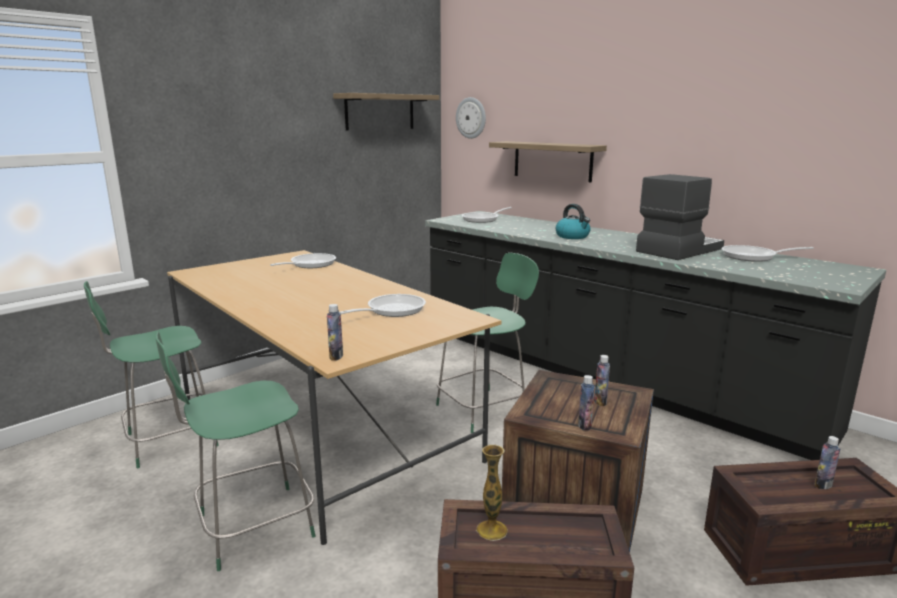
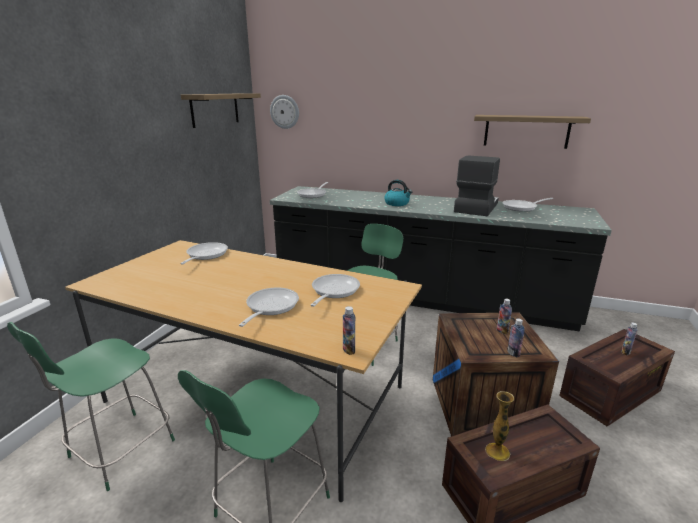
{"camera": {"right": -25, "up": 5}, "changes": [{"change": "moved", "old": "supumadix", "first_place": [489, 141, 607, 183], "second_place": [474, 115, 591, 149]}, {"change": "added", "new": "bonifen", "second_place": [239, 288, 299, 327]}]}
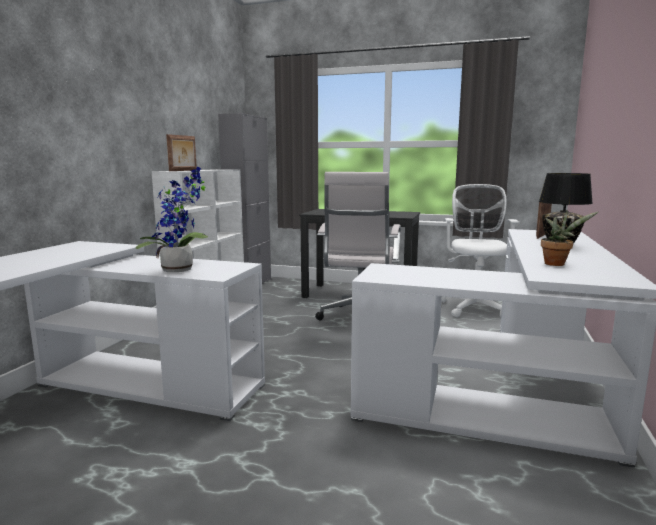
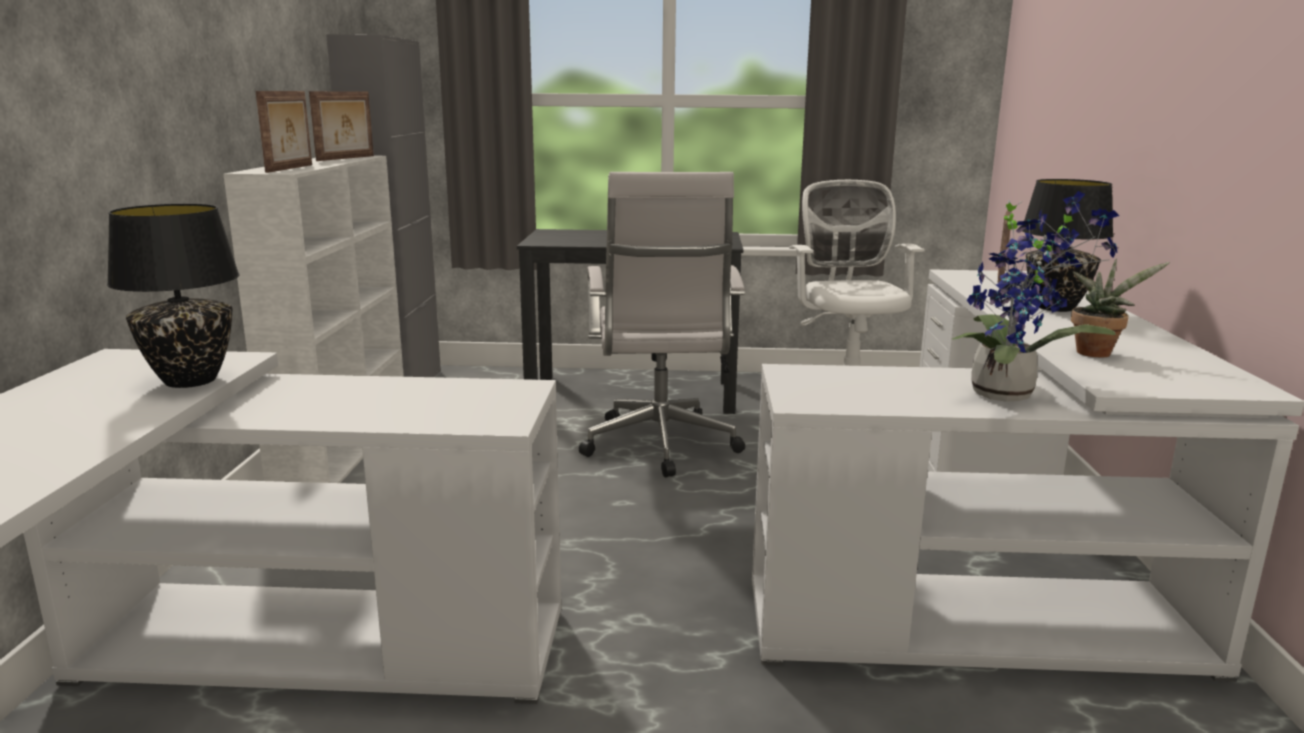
{"camera": {"right": -15, "up": 5}, "changes": [{"change": "moved", "old": "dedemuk", "first_place": [135, 167, 208, 272], "second_place": [952, 191, 1119, 402]}, {"change": "added", "new": "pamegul", "second_place": [309, 91, 374, 161]}, {"change": "added", "new": "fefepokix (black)", "second_place": [107, 204, 239, 388]}]}
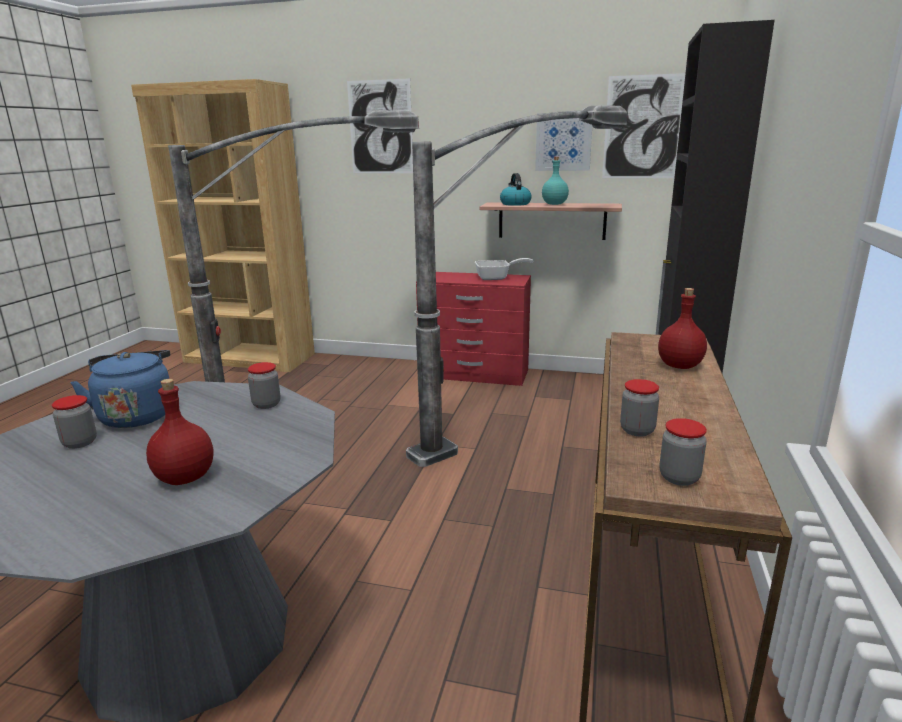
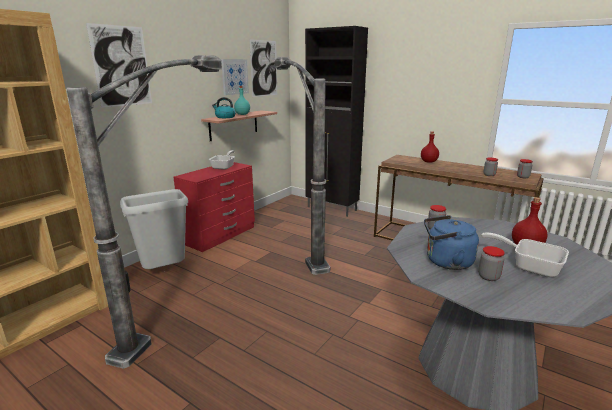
{"camera": {"right": -70, "up": 0}, "changes": [{"change": "added", "new": "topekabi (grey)", "second_place": [120, 189, 188, 269]}, {"change": "added", "new": "bonifen", "second_place": [481, 233, 569, 277]}]}
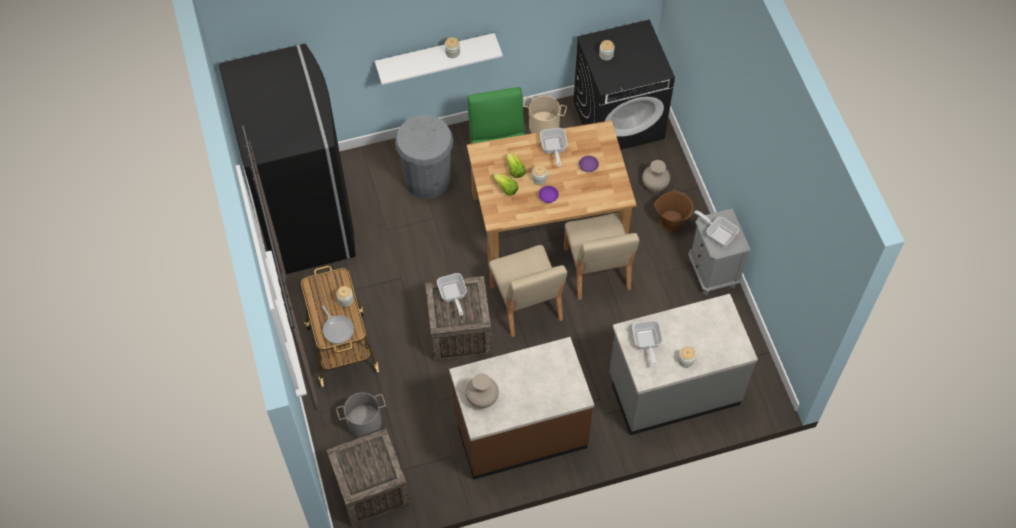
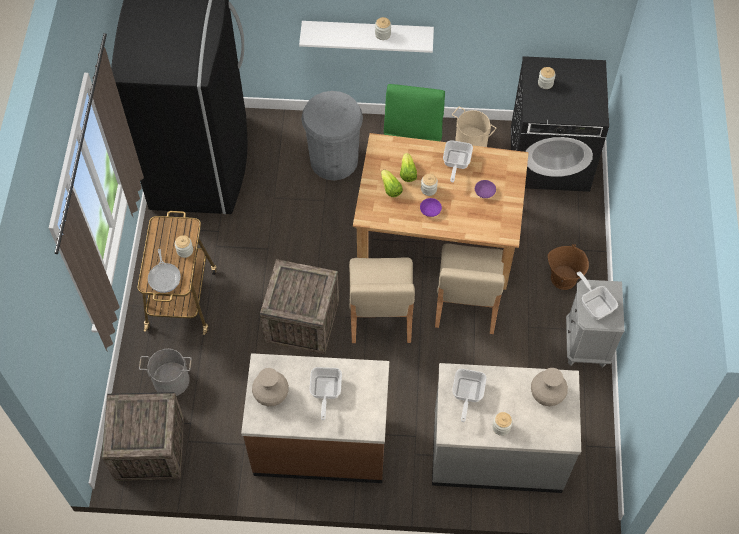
{"camera": {"right": 20, "up": 0}, "changes": [{"change": "moved", "old": "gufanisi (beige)", "first_place": [642, 160, 670, 192], "second_place": [531, 368, 568, 406]}, {"change": "moved", "old": "bonifen", "first_place": [437, 273, 467, 316], "second_place": [309, 367, 342, 420]}]}
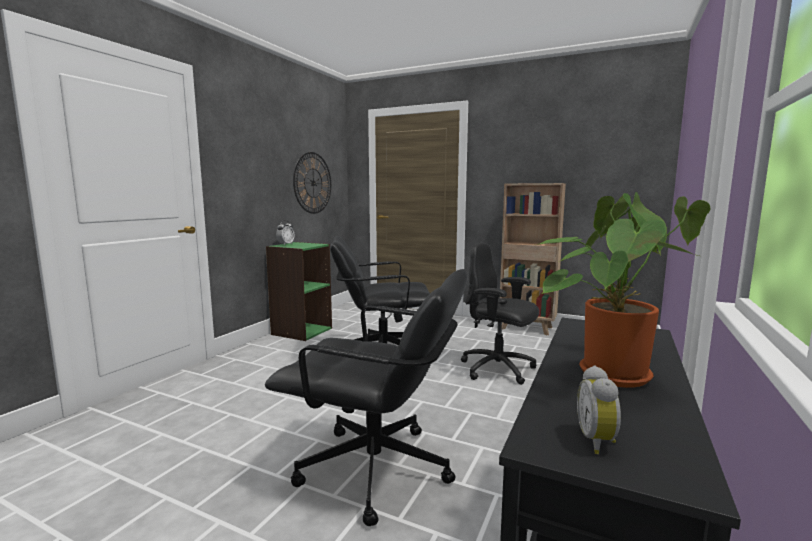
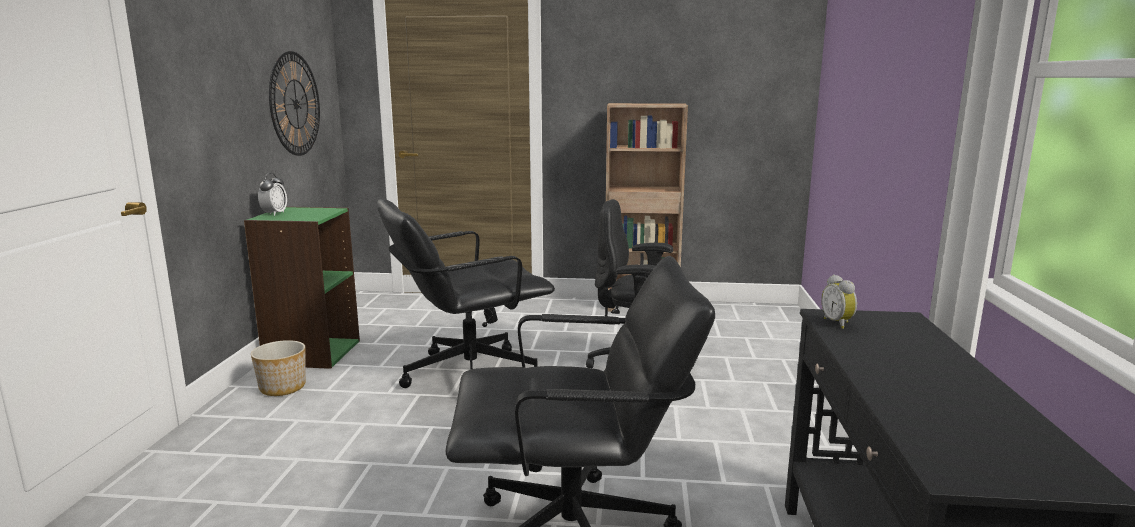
{"camera": {"right": -20, "up": 5}, "changes": [{"change": "removed", "old": "dedemuk", "first_place": [535, 192, 710, 388]}, {"change": "moved", "old": "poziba", "first_place": [577, 365, 621, 454], "second_place": [821, 274, 857, 329]}, {"change": "added", "new": "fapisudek", "second_place": [251, 340, 306, 396]}]}
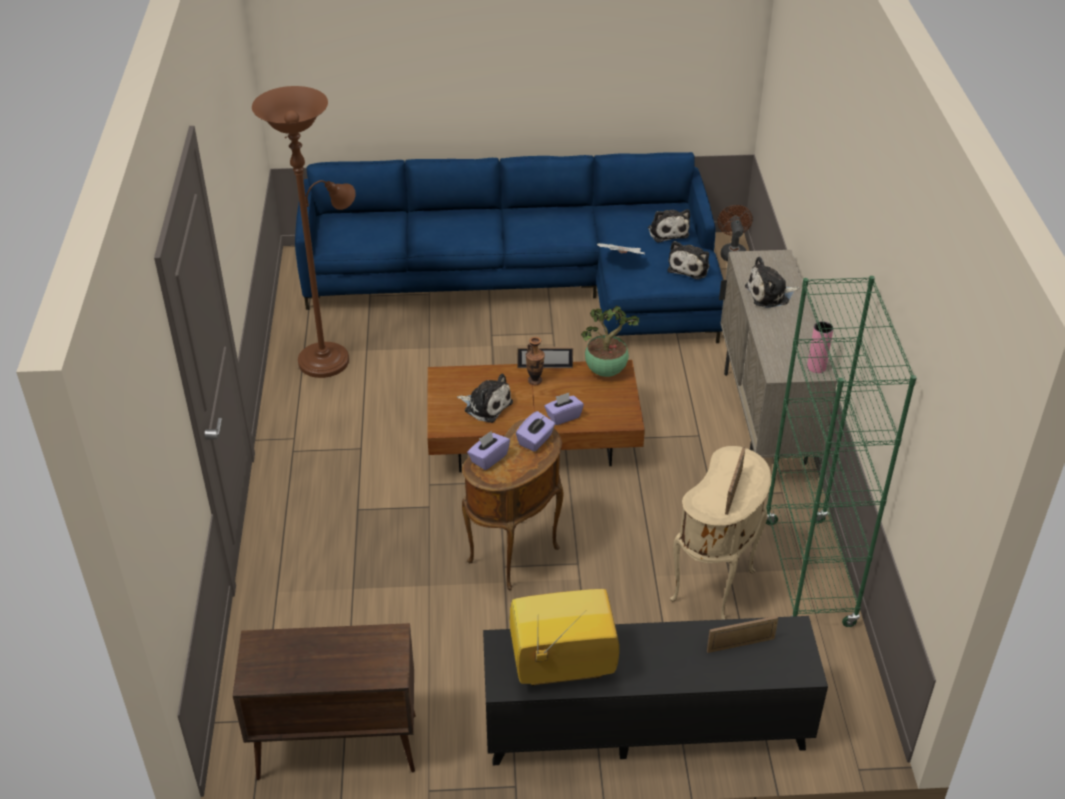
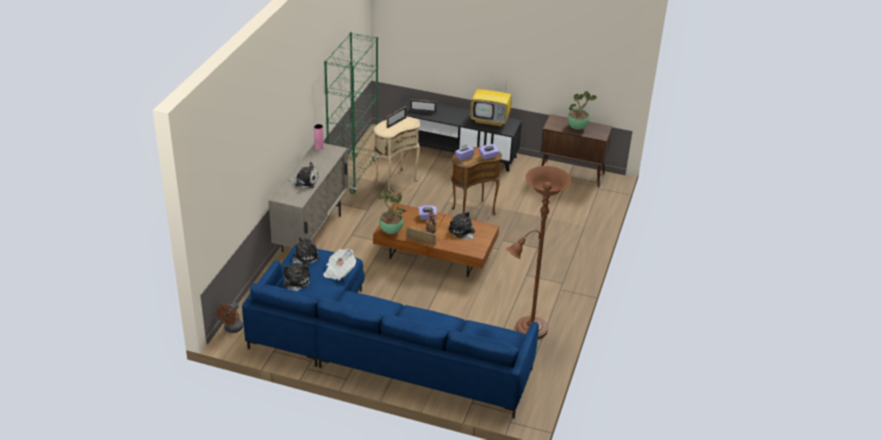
{"camera": {"right": -160, "up": -5}, "changes": [{"change": "added", "new": "dedemuk", "second_place": [567, 91, 597, 130]}]}
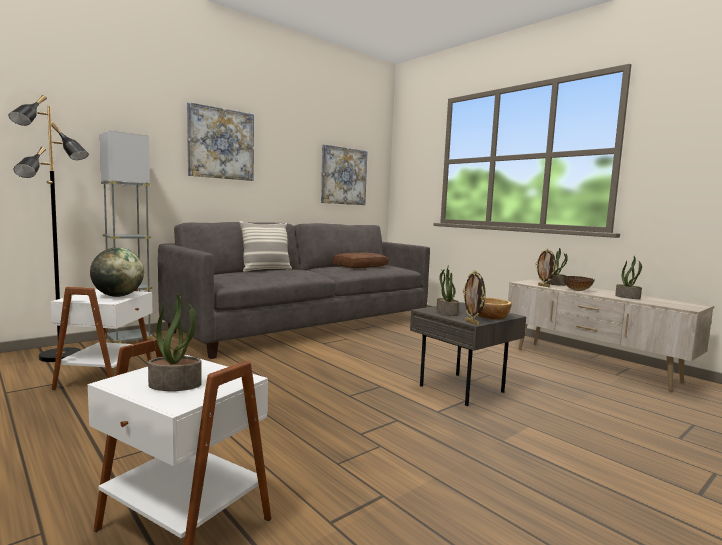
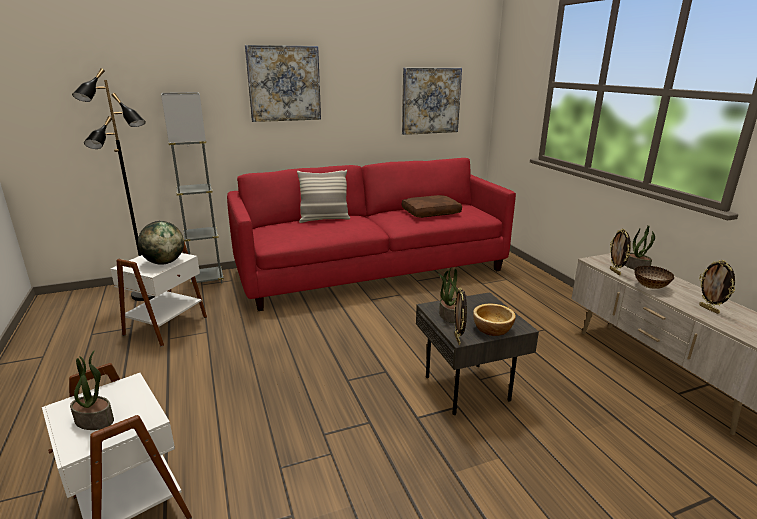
{"camera": {"right": 20, "up": 15}, "changes": [{"change": "recoloured", "old": "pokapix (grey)", "new": "pokapix (red)", "first_place": [158, 222, 430, 359], "second_place": [227, 158, 516, 311]}, {"change": "replaced", "old": "dedemuk", "new": "pamegul", "first_place": [615, 256, 642, 299], "second_place": [699, 260, 735, 314]}]}
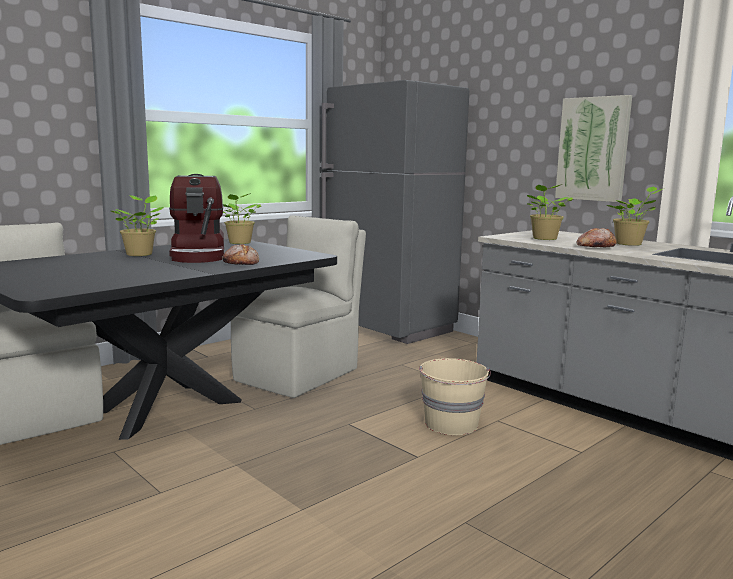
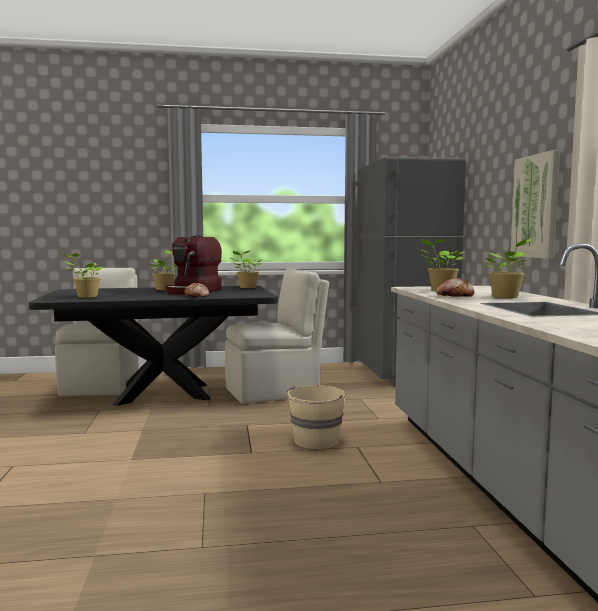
{"camera": {"right": 35, "up": -5}, "changes": [{"change": "added", "new": "dedemuk", "second_place": [61, 253, 103, 298]}]}
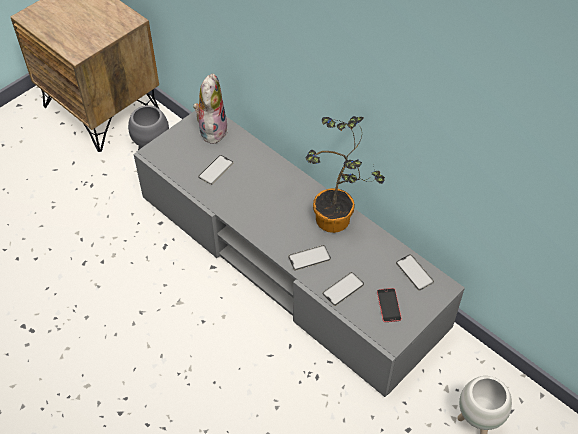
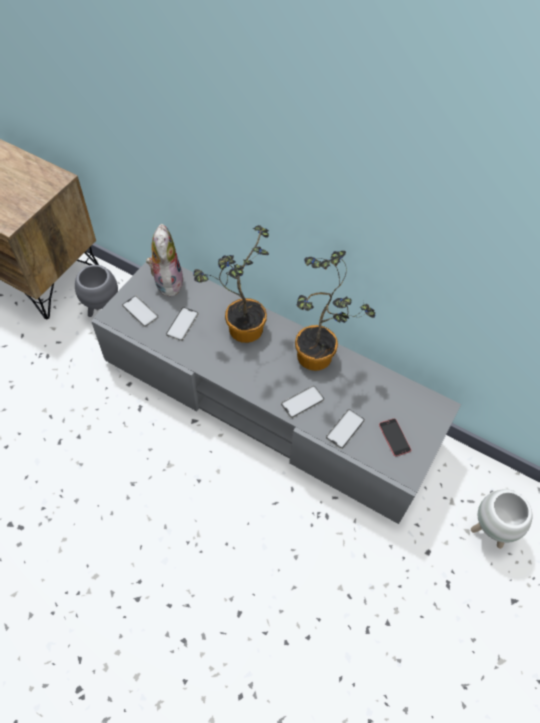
{"camera": {"right": -15, "up": 5}, "changes": [{"change": "moved", "old": "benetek", "first_place": [396, 254, 434, 290], "second_place": [122, 296, 158, 327]}, {"change": "added", "new": "dedemuk", "second_place": [193, 225, 269, 343]}]}
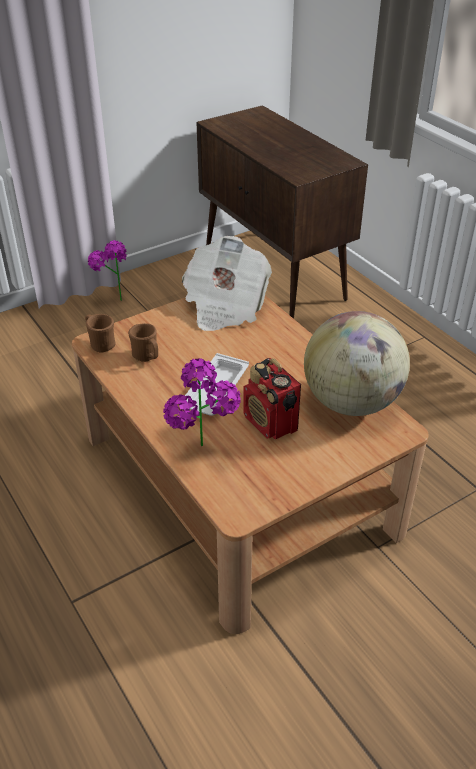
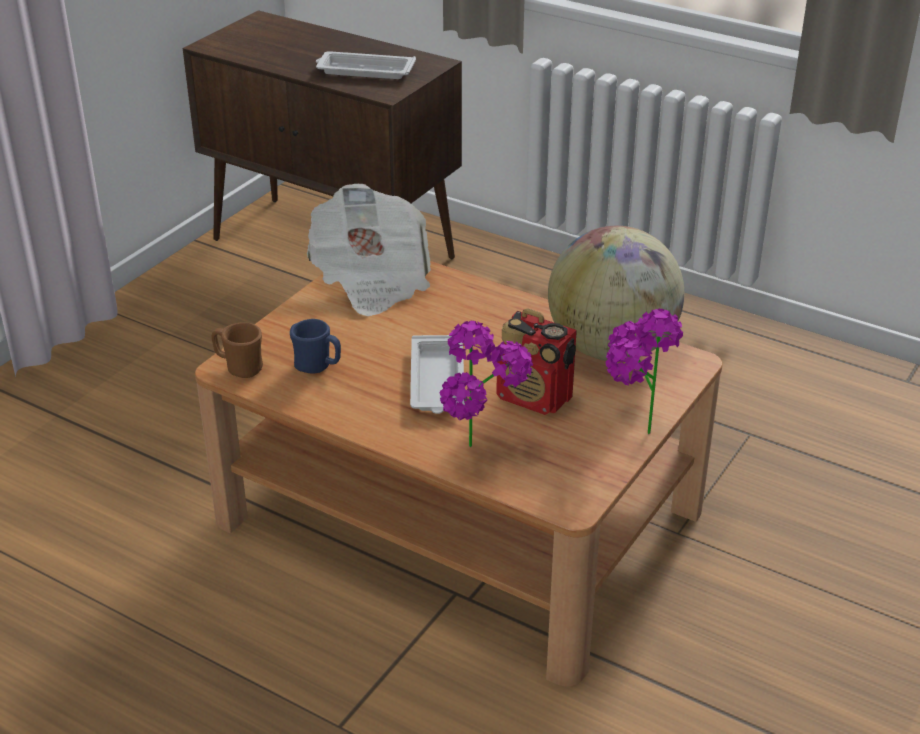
{"camera": {"right": -25, "up": -5}, "changes": [{"change": "moved", "old": "dedemuk", "first_place": [88, 240, 127, 301], "second_place": [606, 309, 683, 434]}, {"change": "recoloured", "old": "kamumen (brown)", "new": "kamumen (blue)", "first_place": [128, 323, 158, 362], "second_place": [290, 319, 341, 374]}, {"change": "added", "new": "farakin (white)", "second_place": [316, 51, 416, 79]}]}
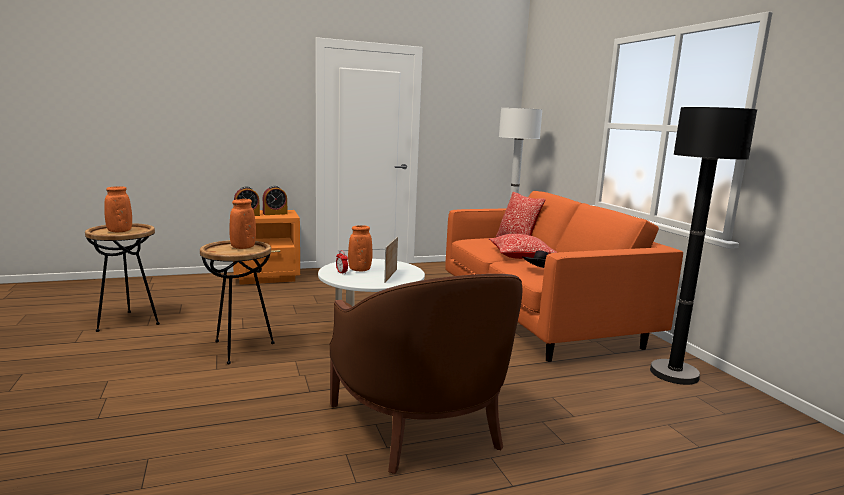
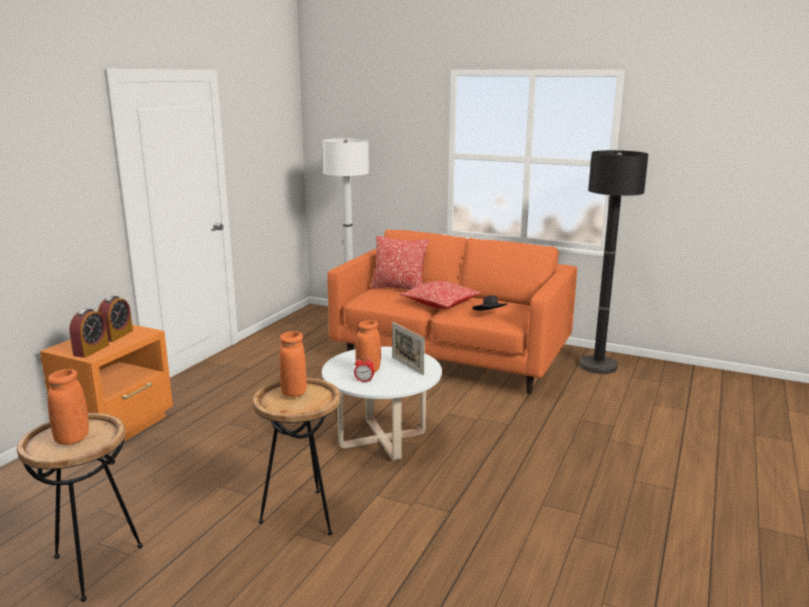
{"camera": {"right": -45, "up": 5}, "changes": [{"change": "removed", "old": "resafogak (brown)", "first_place": [330, 274, 522, 474]}]}
